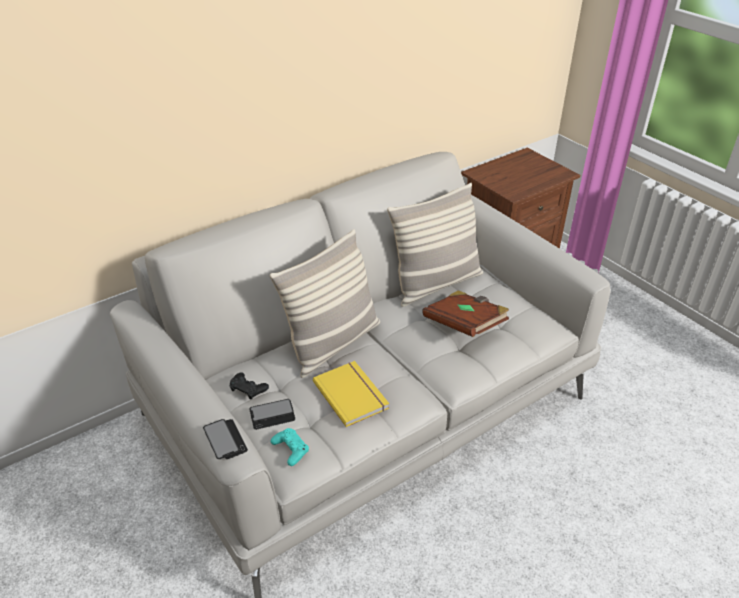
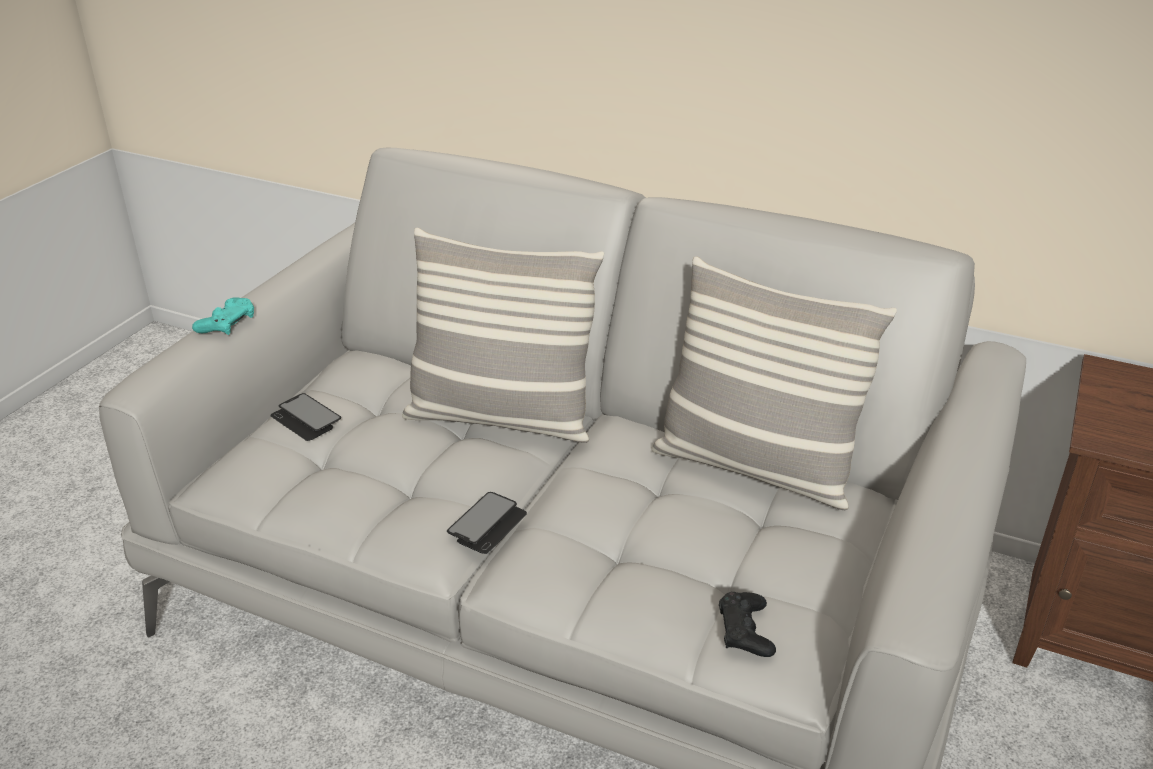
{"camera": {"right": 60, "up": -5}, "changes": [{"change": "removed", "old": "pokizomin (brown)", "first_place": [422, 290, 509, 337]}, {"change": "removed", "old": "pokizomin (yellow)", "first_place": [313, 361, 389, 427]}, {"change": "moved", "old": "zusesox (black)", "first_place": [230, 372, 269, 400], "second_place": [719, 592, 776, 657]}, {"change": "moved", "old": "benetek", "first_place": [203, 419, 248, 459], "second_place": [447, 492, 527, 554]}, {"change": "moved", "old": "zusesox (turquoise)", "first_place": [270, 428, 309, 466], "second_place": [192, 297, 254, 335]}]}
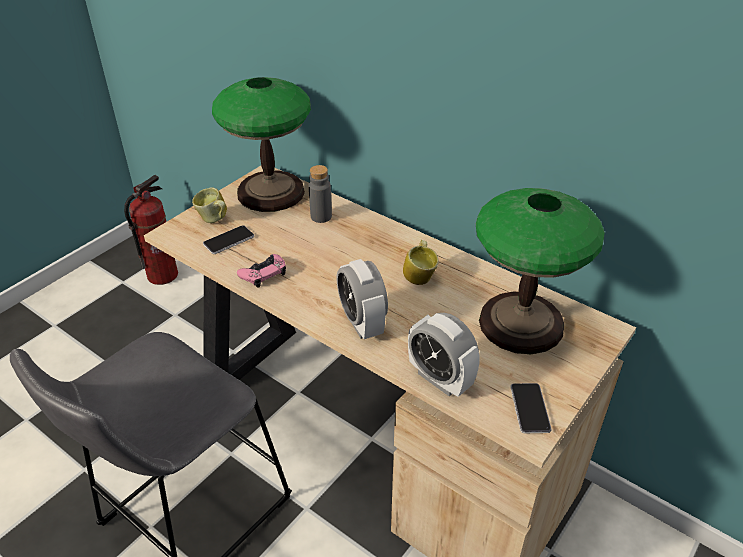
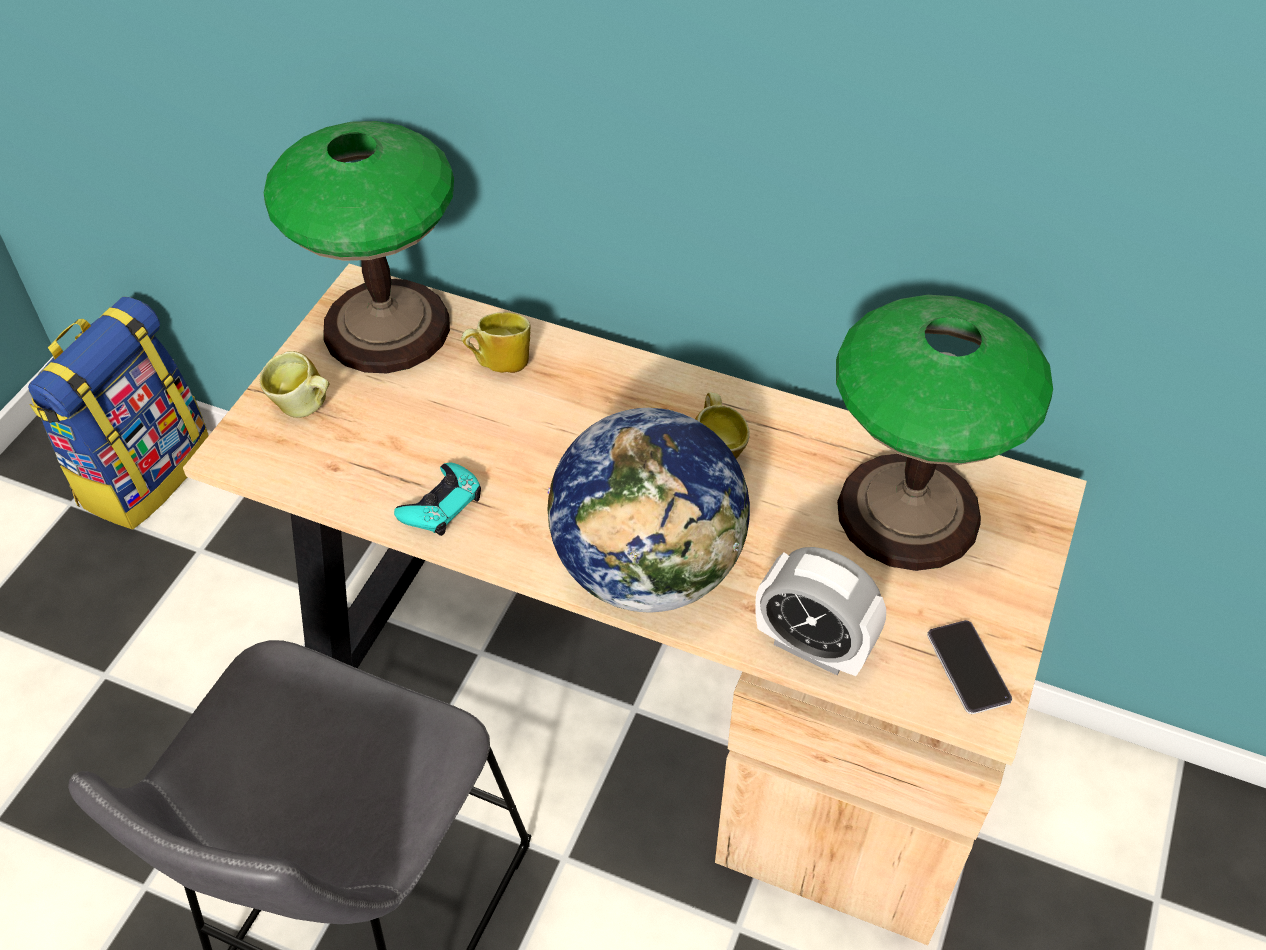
{"camera": {"right": -15, "up": 10}, "changes": [{"change": "replaced", "old": "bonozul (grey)", "new": "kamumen", "first_place": [309, 165, 332, 223], "second_place": [461, 312, 530, 373]}, {"change": "replaced", "old": "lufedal", "new": "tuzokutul", "first_place": [124, 175, 178, 285], "second_place": [28, 296, 209, 529]}, {"change": "removed", "old": "benetek", "first_place": [203, 225, 254, 254]}, {"change": "recoloured", "old": "zusesox (pink)", "new": "zusesox (turquoise)", "first_place": [237, 254, 286, 287], "second_place": [394, 462, 481, 536]}, {"change": "replaced", "old": "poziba", "new": "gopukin", "first_place": [337, 259, 388, 339], "second_place": [547, 408, 750, 613]}]}
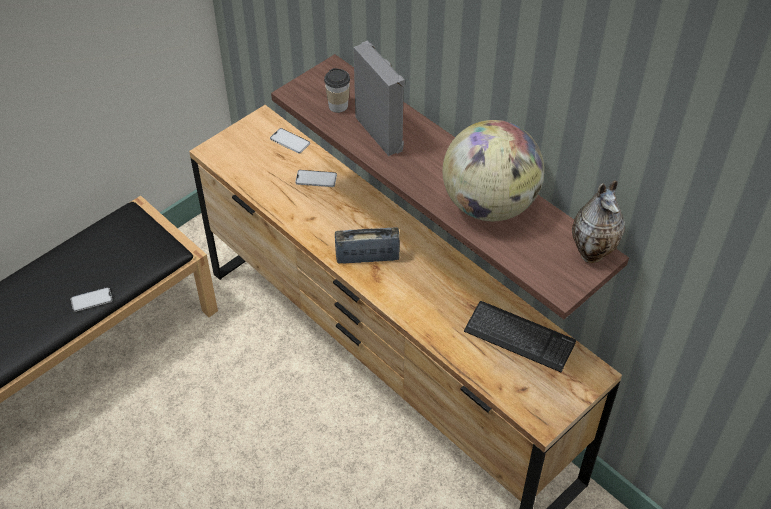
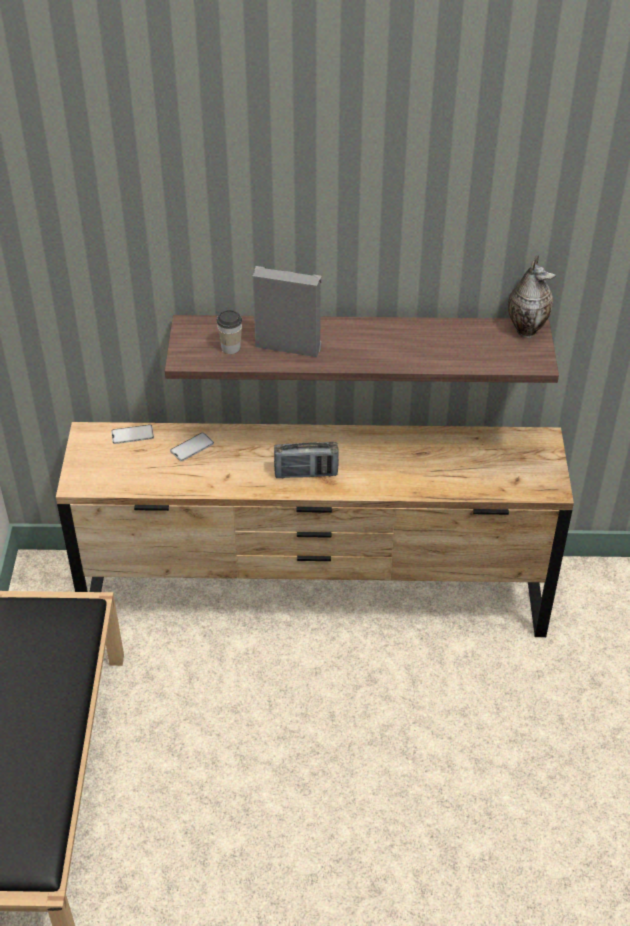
{"camera": {"right": -45, "up": -5}, "changes": [{"change": "removed", "old": "gopukin", "first_place": [442, 120, 544, 221]}, {"change": "turned", "old": "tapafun", "first_place": [335, 228, 400, 264], "second_place": [274, 442, 339, 478], "degrees": -135}, {"change": "removed", "old": "benetek", "first_place": [70, 287, 112, 312]}, {"change": "removed", "old": "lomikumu", "first_place": [464, 301, 576, 372]}]}
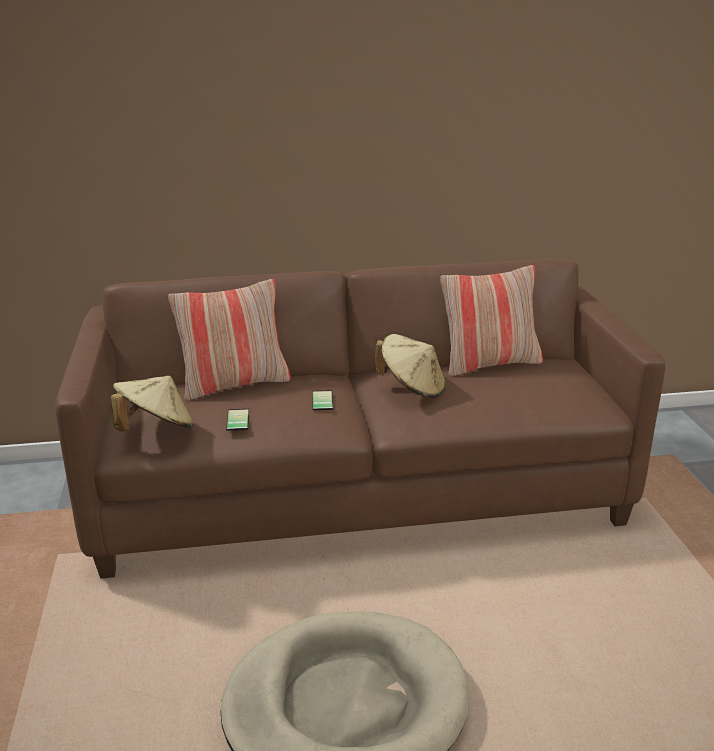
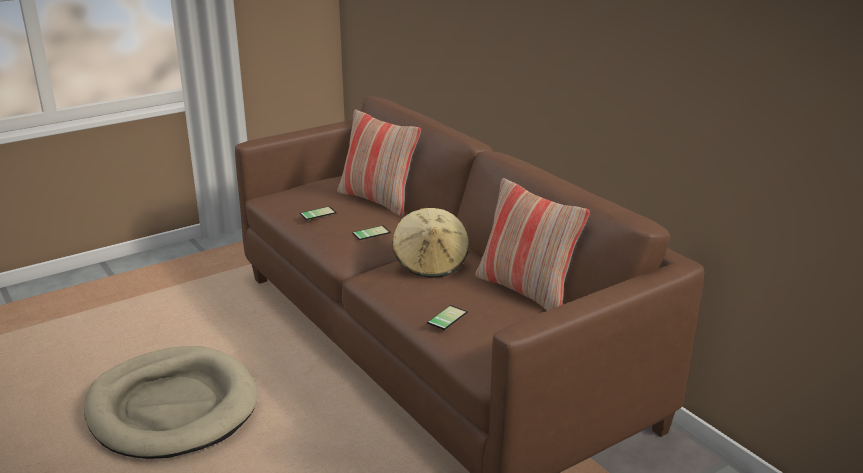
{"camera": {"right": 65, "up": 0}, "changes": [{"change": "removed", "old": "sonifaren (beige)", "first_place": [111, 376, 194, 432]}, {"change": "added", "new": "benetek", "second_place": [427, 305, 468, 330]}]}
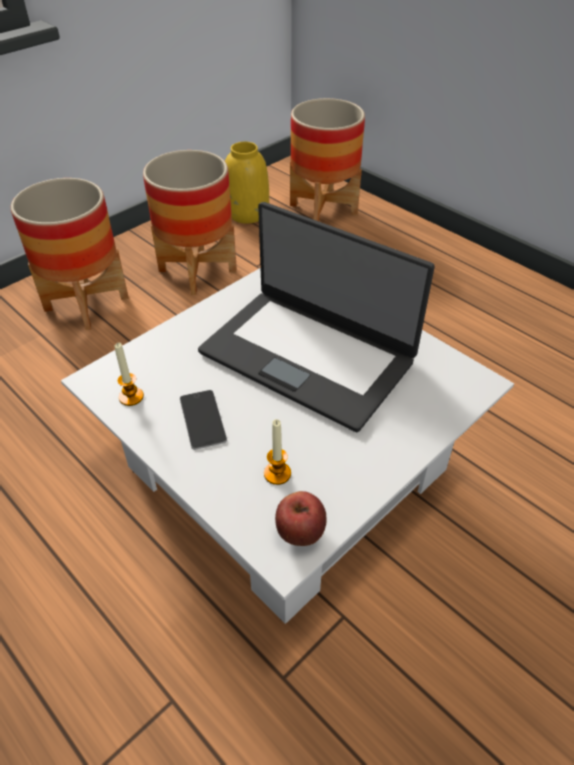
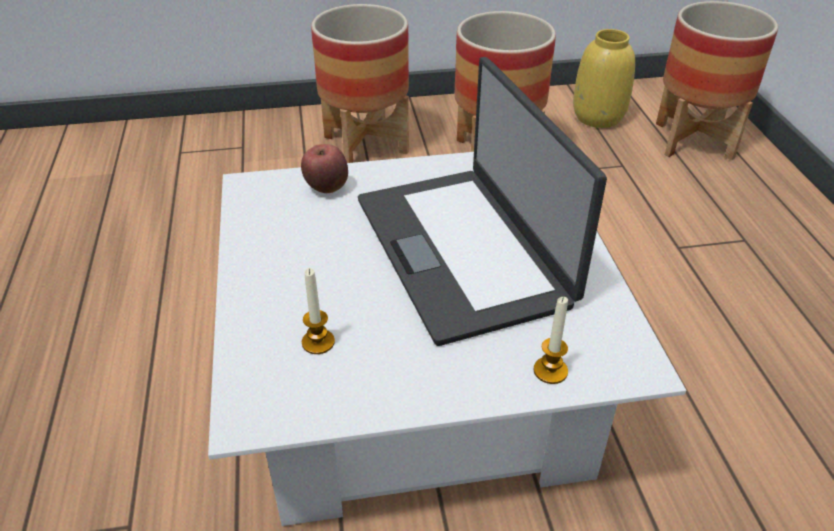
{"camera": {"right": 35, "up": -5}, "changes": [{"change": "moved", "old": "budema", "first_place": [115, 343, 144, 406], "second_place": [534, 297, 568, 384]}, {"change": "removed", "old": "benetek", "first_place": [180, 390, 227, 450]}, {"change": "moved", "old": "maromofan", "first_place": [275, 491, 326, 546], "second_place": [301, 144, 348, 193]}]}
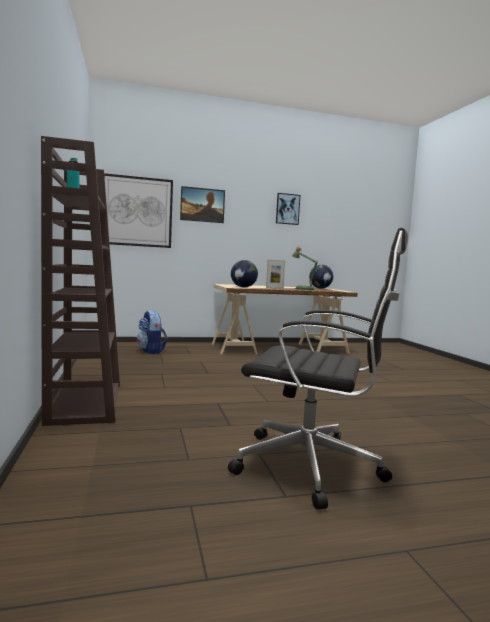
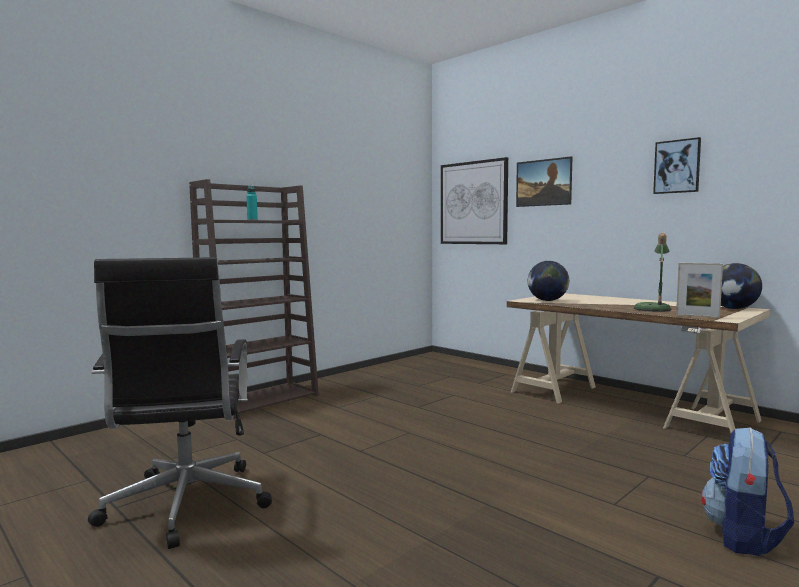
{"camera": {"right": 60, "up": 0}, "changes": [{"change": "moved", "old": "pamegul", "first_place": [266, 260, 285, 288], "second_place": [676, 263, 723, 318]}, {"change": "moved", "old": "tuzokutul", "first_place": [137, 310, 168, 354], "second_place": [701, 428, 794, 556]}]}
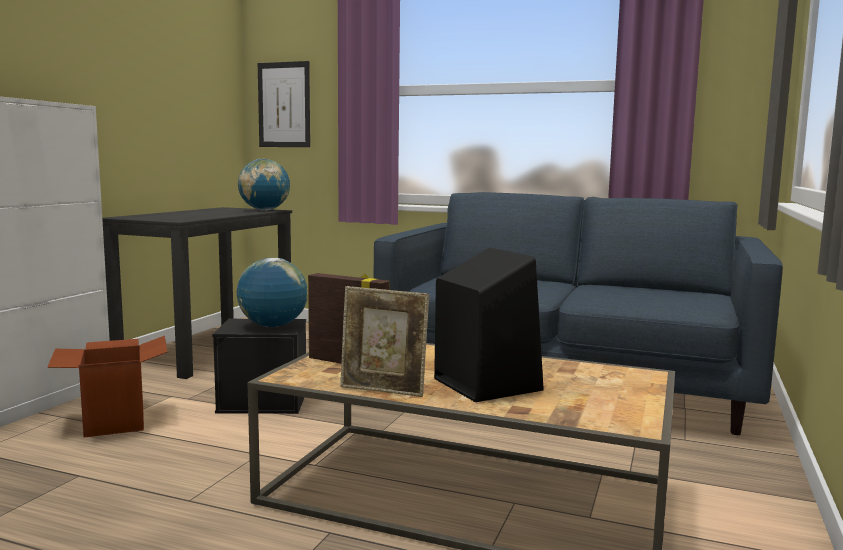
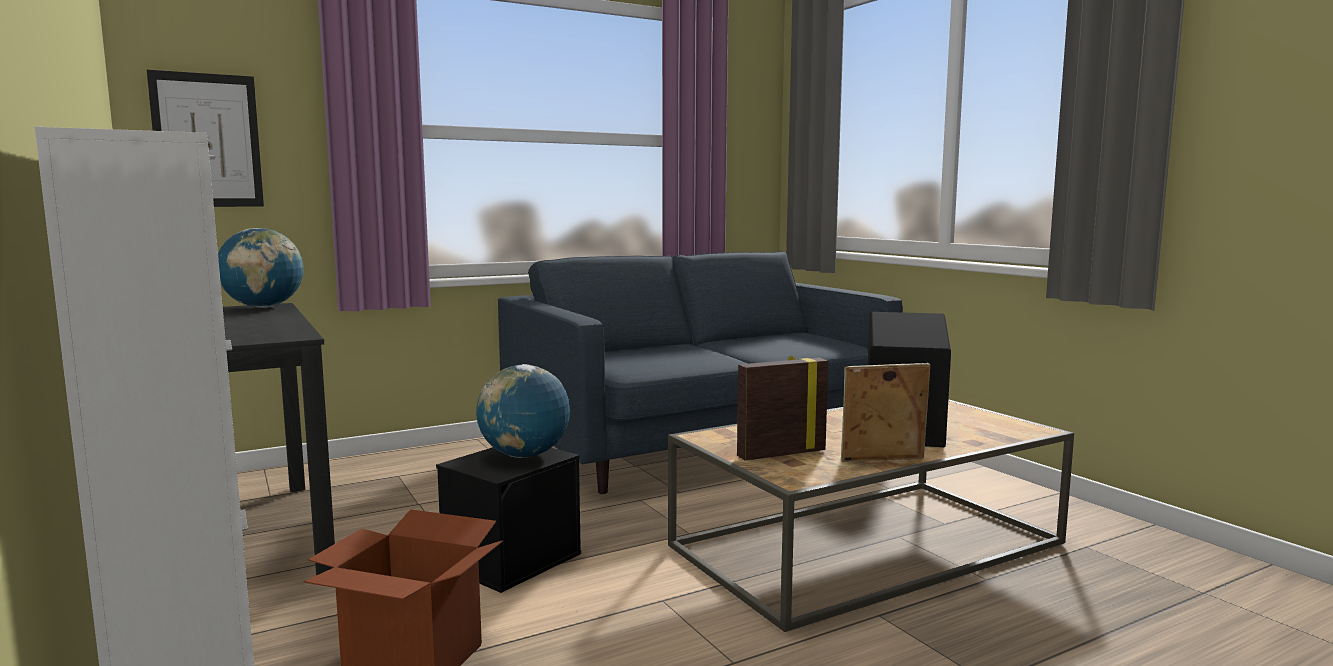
{"camera": {"right": -50, "up": 0}, "changes": [{"change": "turned", "old": "pamegul", "first_place": [340, 286, 429, 397], "second_place": [841, 363, 930, 462], "degrees": -150}]}
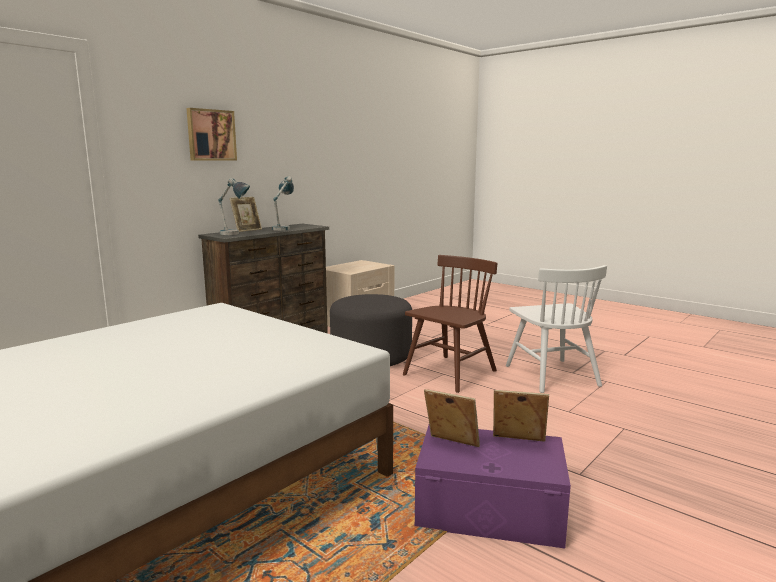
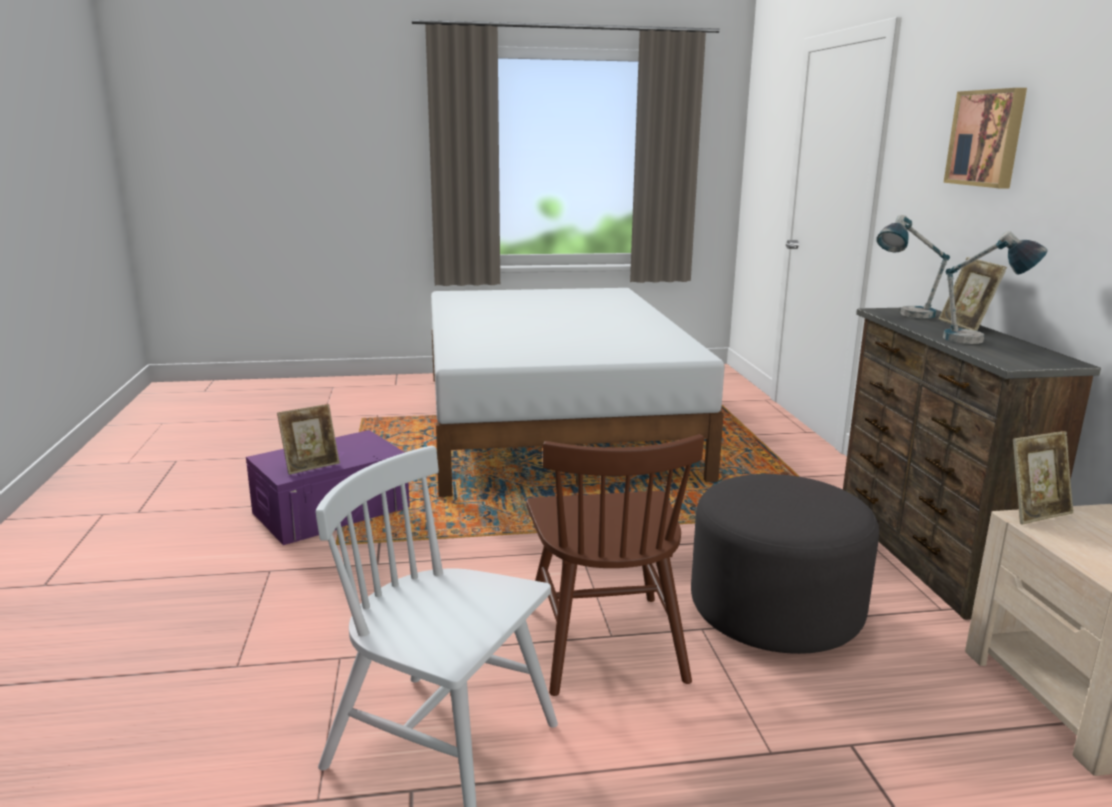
{"camera": {"right": 130, "up": 5}, "changes": [{"change": "moved", "old": "pamegul", "first_place": [424, 389, 480, 447], "second_place": [1013, 431, 1073, 524]}]}
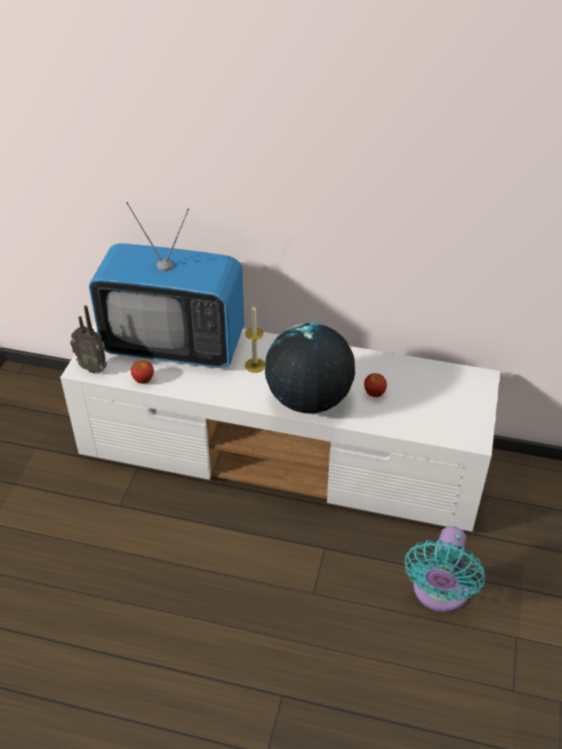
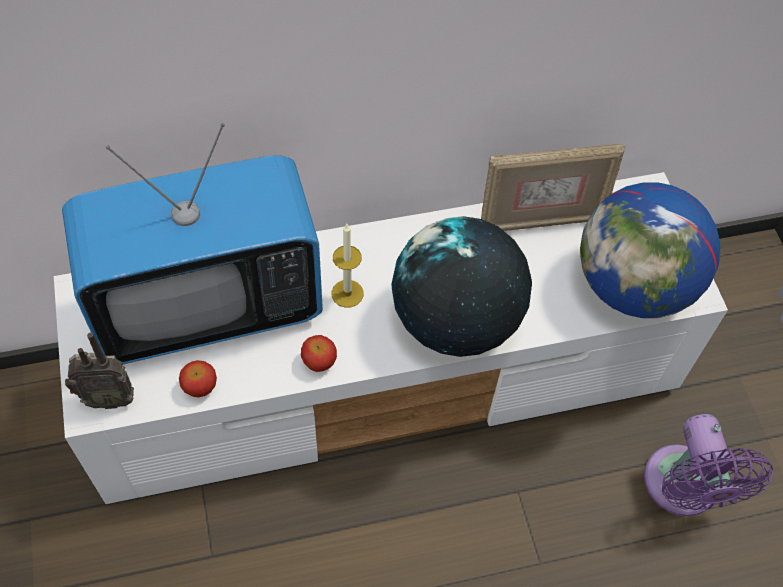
{"camera": {"right": -30, "up": 15}, "changes": [{"change": "moved", "old": "maromofan", "first_place": [364, 373, 387, 397], "second_place": [301, 335, 337, 372]}, {"change": "recoloured", "old": "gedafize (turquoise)", "new": "gedafize (purple)", "first_place": [405, 526, 485, 612], "second_place": [644, 414, 773, 516]}, {"change": "added", "new": "pamegul", "second_place": [481, 144, 626, 231]}, {"change": "added", "new": "gopukin", "second_place": [580, 182, 720, 318]}]}
